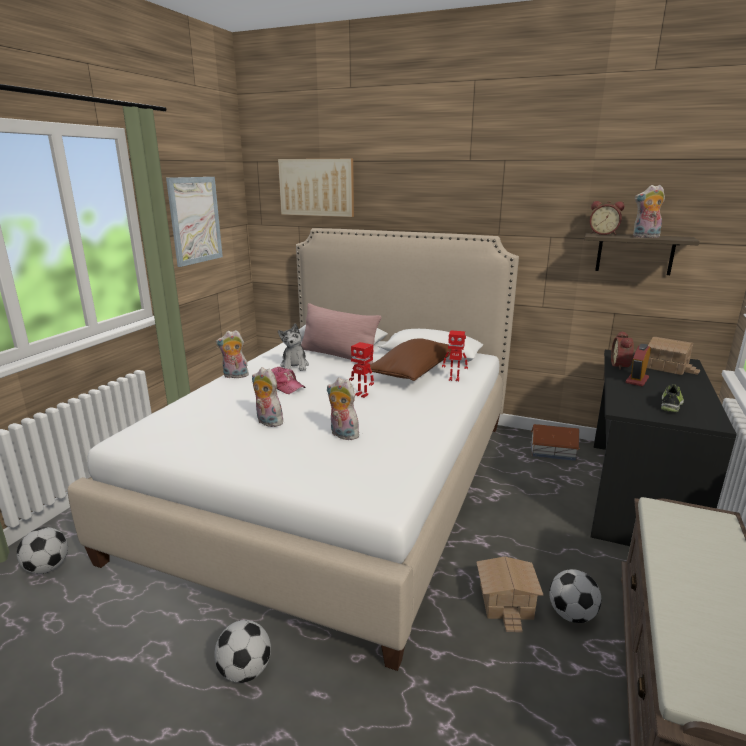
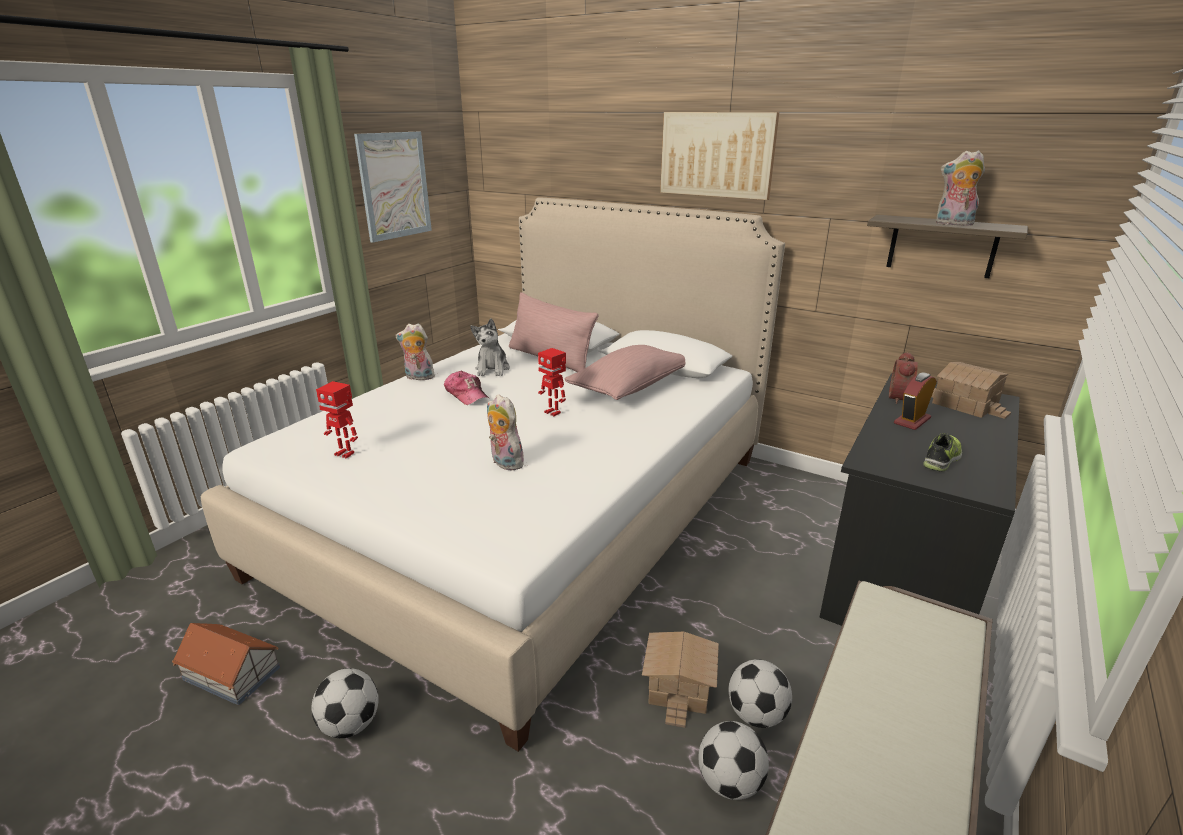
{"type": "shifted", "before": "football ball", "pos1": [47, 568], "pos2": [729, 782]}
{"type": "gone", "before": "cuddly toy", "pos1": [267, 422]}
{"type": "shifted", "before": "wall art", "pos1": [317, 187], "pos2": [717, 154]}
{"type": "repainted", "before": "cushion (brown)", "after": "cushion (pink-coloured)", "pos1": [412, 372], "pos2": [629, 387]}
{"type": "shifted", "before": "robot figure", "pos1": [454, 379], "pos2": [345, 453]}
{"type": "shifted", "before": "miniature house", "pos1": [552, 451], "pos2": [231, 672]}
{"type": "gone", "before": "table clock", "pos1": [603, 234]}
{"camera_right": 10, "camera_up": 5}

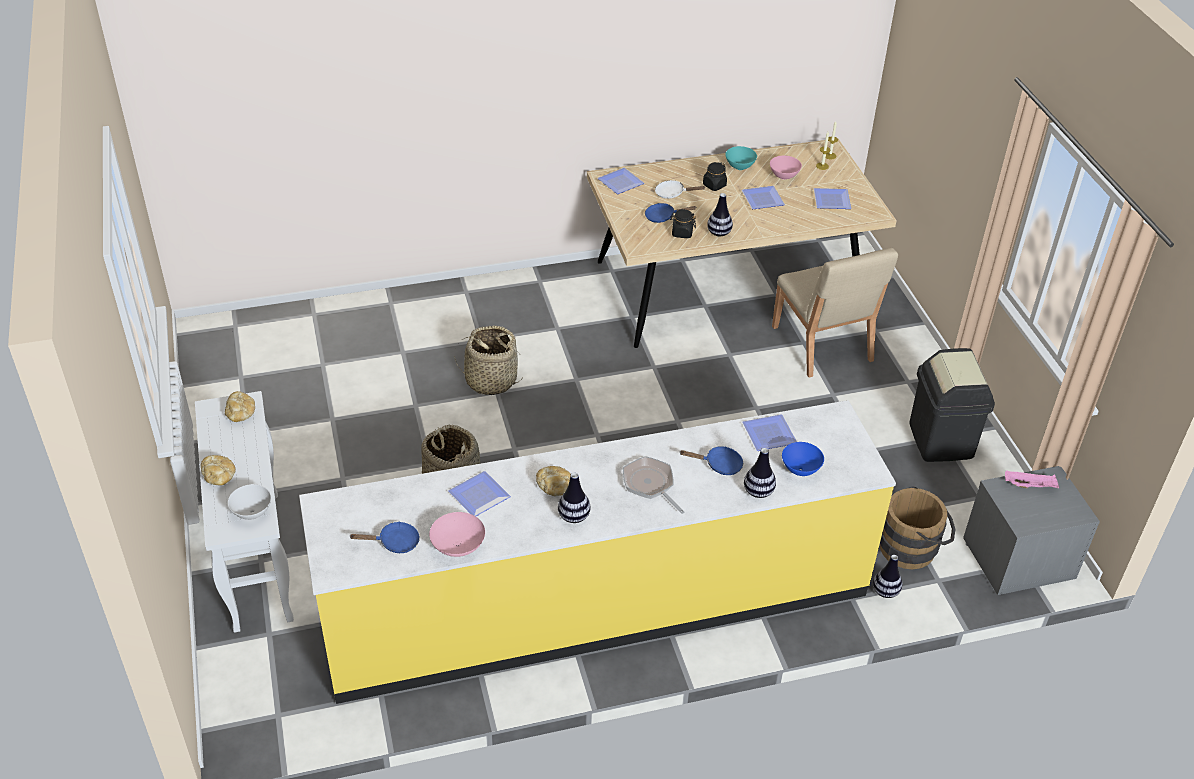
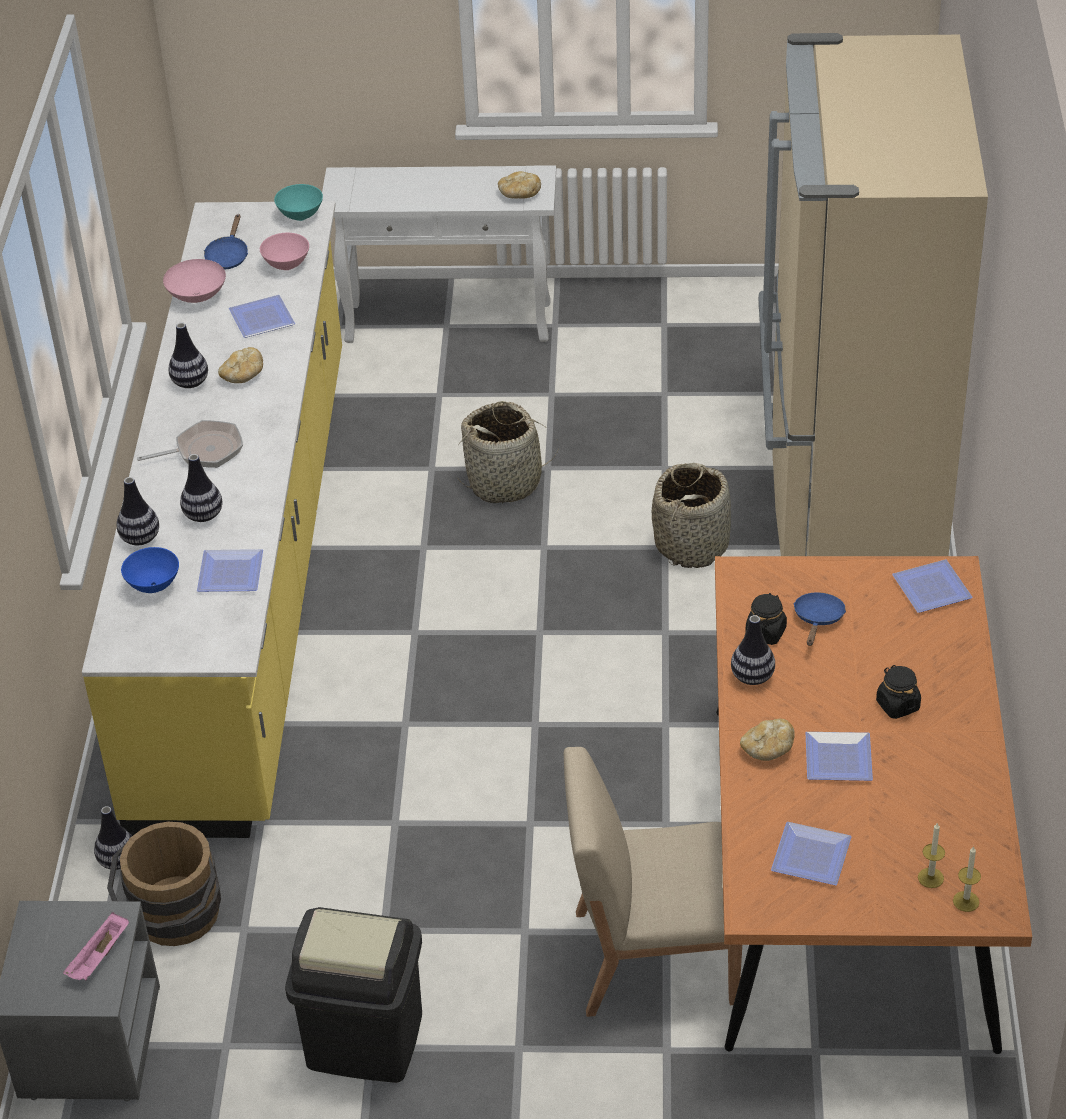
{"type": "shifted", "before": "bakery bread", "pos1": [219, 476], "pos2": [767, 749]}
{"type": "gone", "before": "deep dish (whitish)", "pos1": [252, 513]}
{"type": "repainted", "before": "dinner table (sand-coloured)", "after": "dinner table (orange)", "pos1": [729, 285], "pos2": [850, 872]}
{"type": "gone", "before": "frying pan (whitish)", "pos1": [672, 193]}
{"type": "swapped", "before": "frying pan (blue-coloured)", "after": "flower vase", "pos1": [719, 465], "pos2": [203, 515]}
{"type": "shifted", "before": "deep dish (turquoise)", "pos1": [740, 167], "pos2": [300, 216]}
{"type": "shifted", "before": "deep dish (pink-coloured)", "pos1": [783, 177], "pos2": [286, 265]}
{"type": "new", "after": "fridge (sand-coloured)", "pos2": [847, 494]}
{"camera_right": 110, "camera_up": 0}

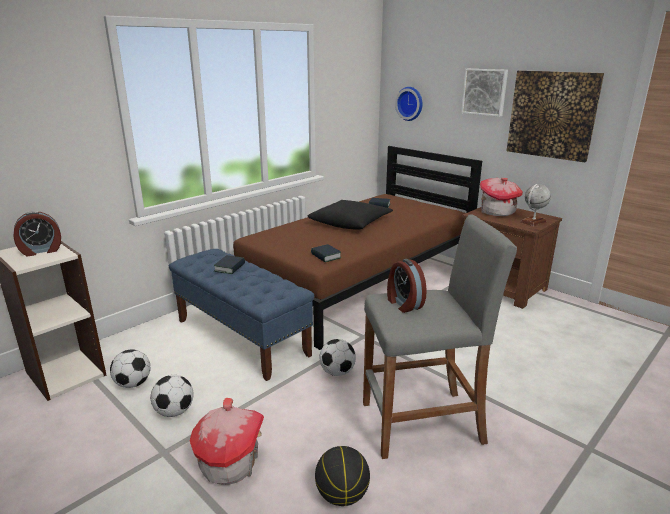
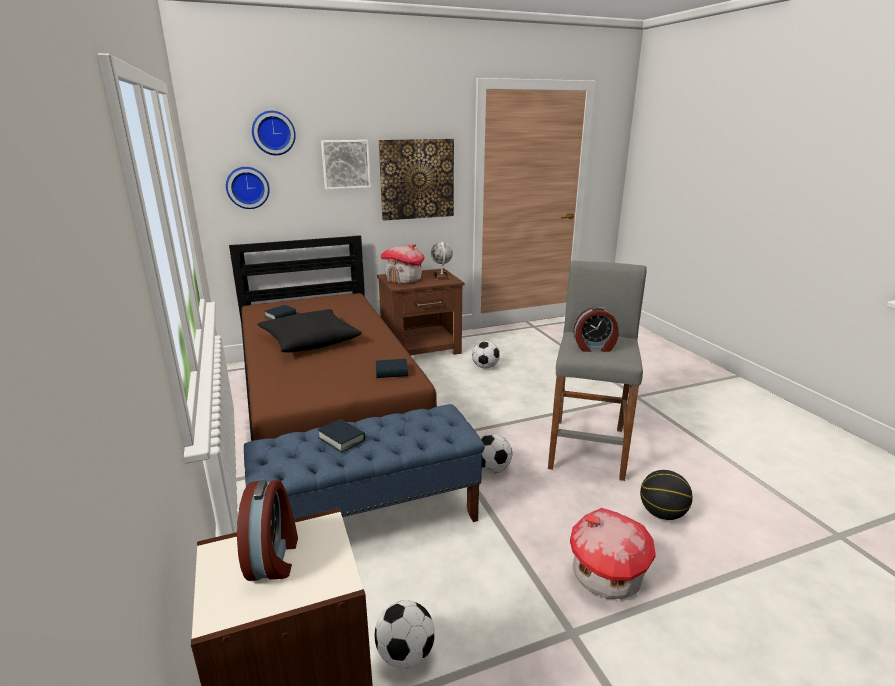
{"type": "shifted", "before": "football ball", "pos1": [175, 411], "pos2": [485, 367]}
{"type": "new", "after": "hanging clock", "pos2": [273, 133]}
{"camera_right": -65, "camera_up": 0}

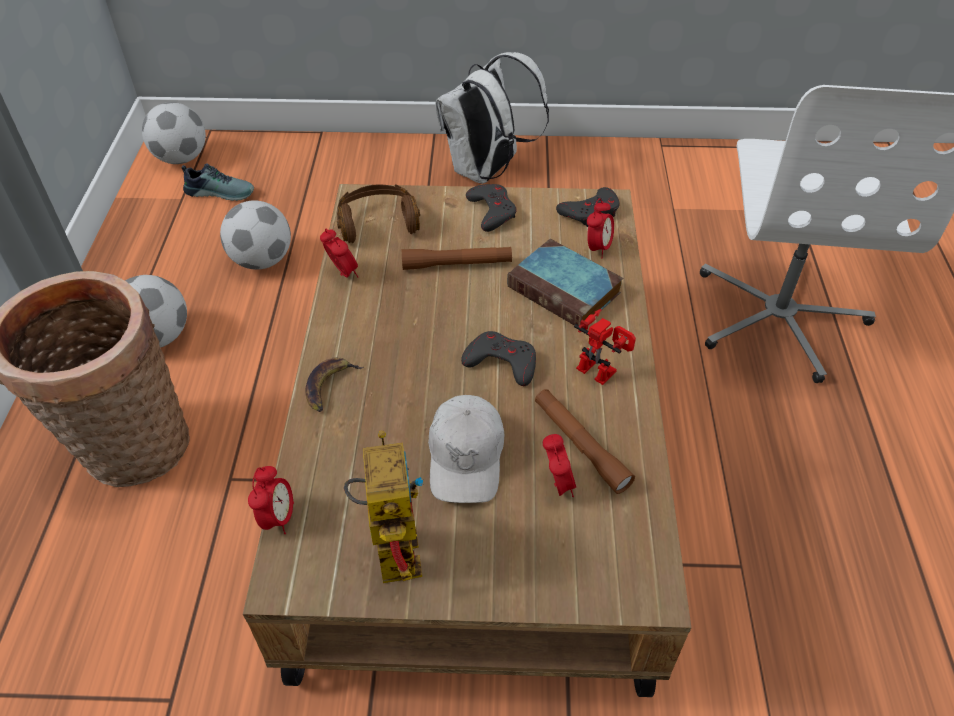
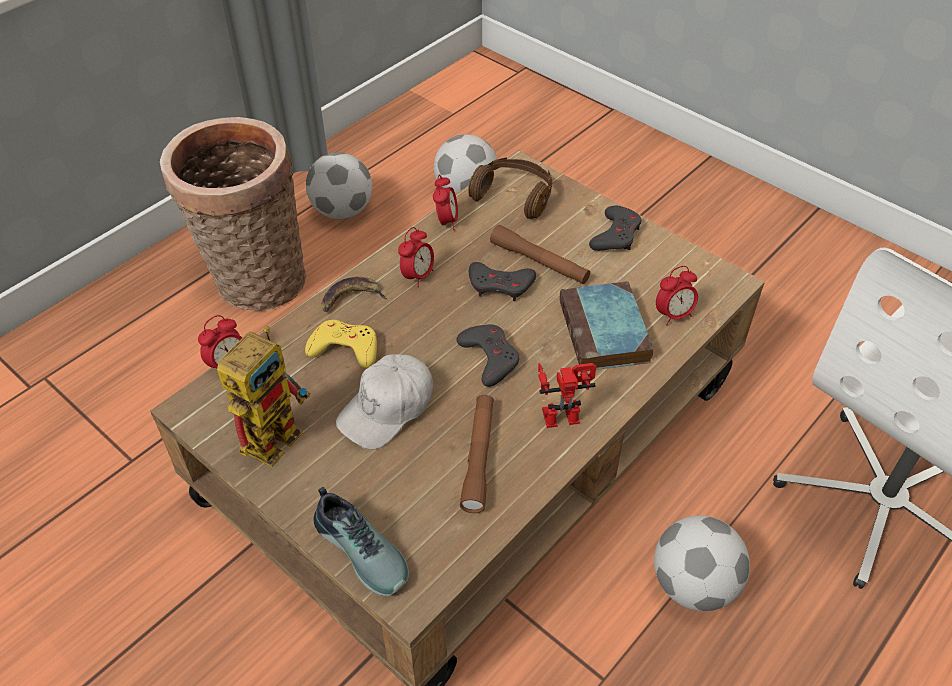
{"type": "shifted", "before": "football ball", "pos1": [181, 158], "pos2": [693, 585]}
{"type": "shifted", "before": "item of footwear", "pos1": [220, 191], "pos2": [364, 549]}
{"type": "gone", "before": "knapsack (whitish)", "pos1": [486, 171]}
{"type": "shifted", "before": "table clock", "pos1": [557, 484], "pos2": [418, 276]}
{"type": "shifted", "before": "joypad (gray)", "pos1": [590, 212], "pos2": [500, 285]}
{"type": "rotated", "before": "robot figure", "pos1": [601, 368], "pos2": [562, 412], "turn": -90}
{"type": "new", "after": "joypad (yellowish)", "pos2": [345, 348]}
{"camera_right": 40, "camera_up": 0}

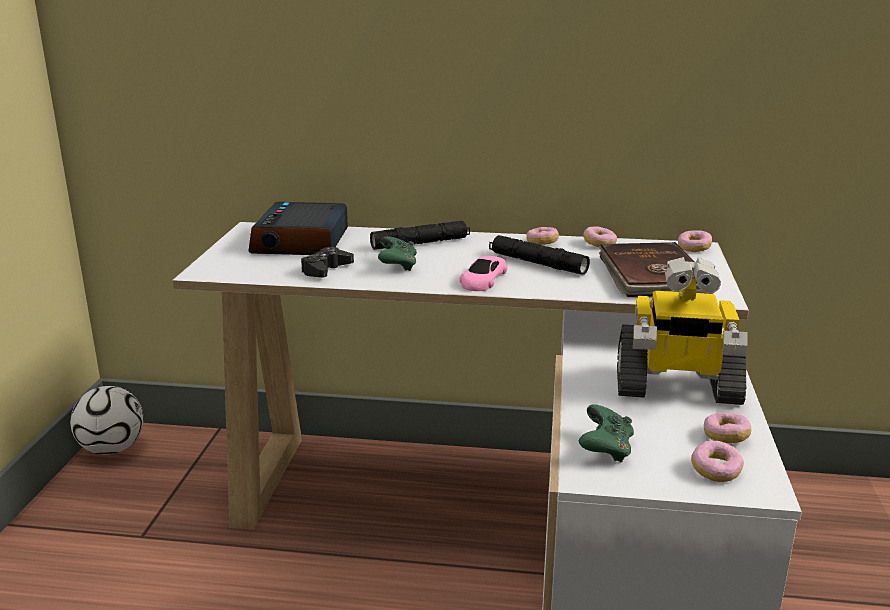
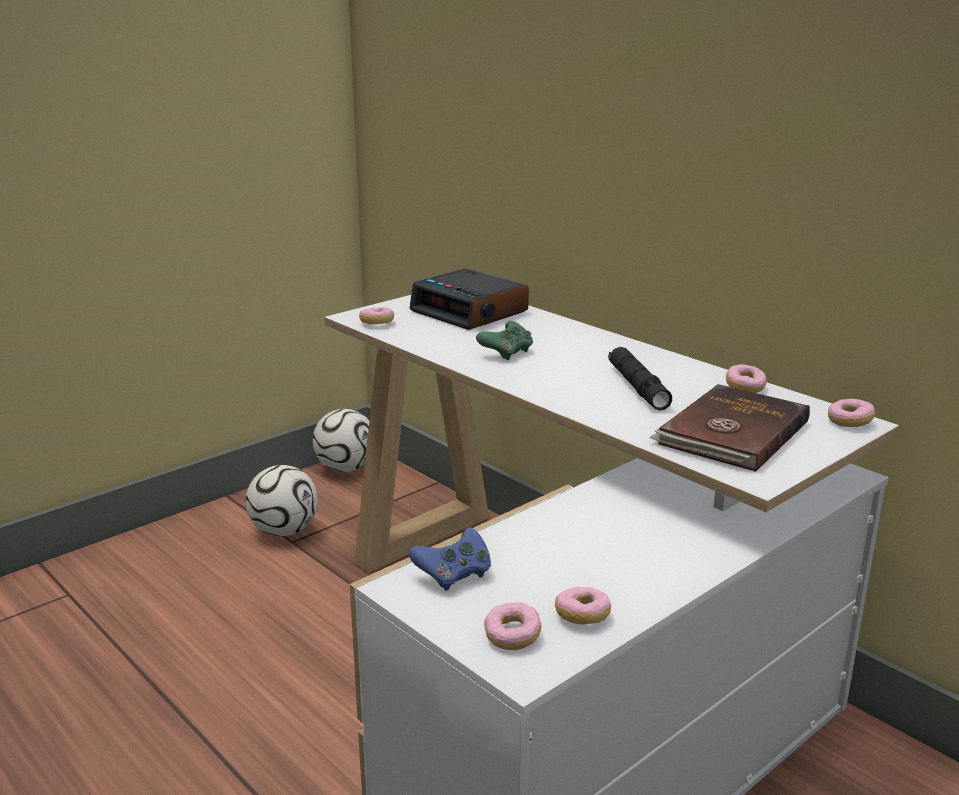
{"type": "rotated", "before": "table clock", "pos1": [301, 242], "pos2": [471, 311], "turn": -90}
{"type": "gone", "before": "joypad (black)", "pos1": [326, 269]}
{"type": "gone", "before": "torch (black)", "pos1": [420, 243]}
{"type": "gone", "before": "miniature car (pink-coloured)", "pos1": [483, 279]}
{"type": "shifted", "before": "ring doughnut", "pos1": [542, 243], "pos2": [377, 323]}
{"type": "repainted", "before": "joypad (green)", "after": "joypad (blue-coloured)", "pos1": [606, 449], "pos2": [453, 575]}
{"type": "gone", "before": "robot figure", "pos1": [676, 388]}
{"type": "new", "after": "football ball", "pos2": [284, 531]}
{"camera_right": 40, "camera_up": 0}

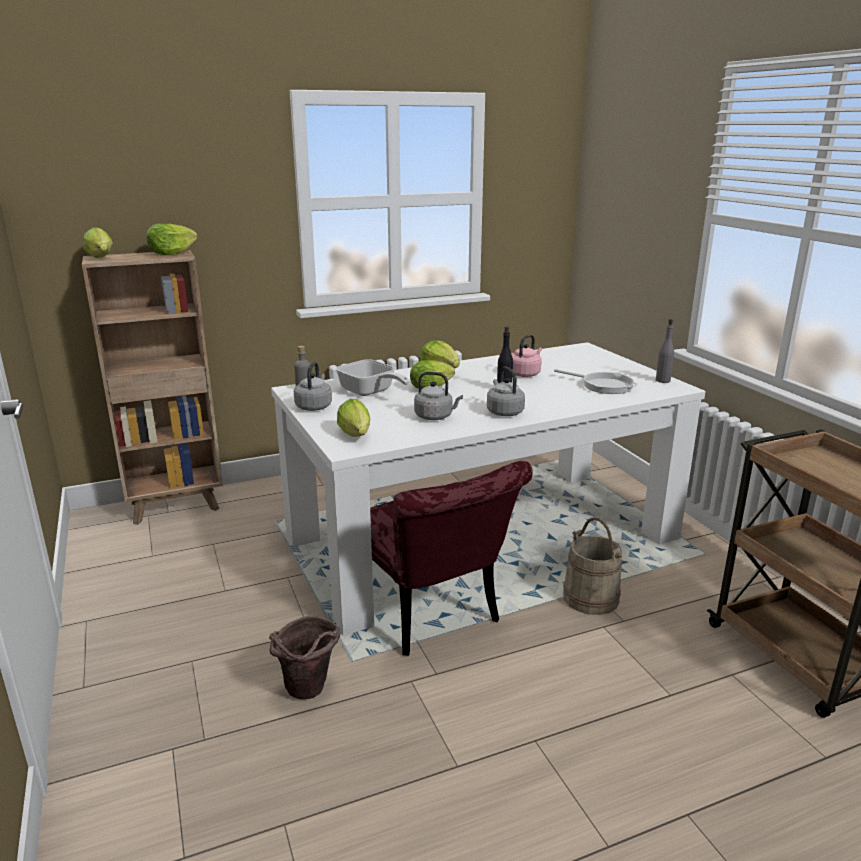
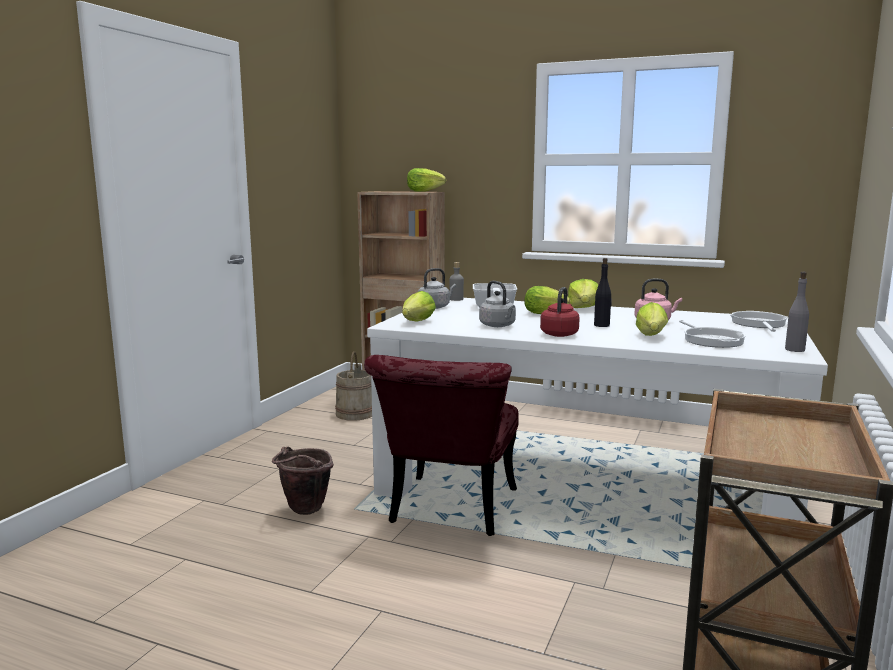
{"type": "shifted", "before": "head of lettuce", "pos1": [102, 258], "pos2": [651, 337]}
{"type": "repainted", "before": "kettle (gray)", "after": "kettle (red)", "pos1": [504, 412], "pos2": [560, 334]}
{"type": "shifted", "before": "pail (sand-coloured)", "pos1": [591, 597], "pos2": [355, 414]}
{"type": "new", "after": "frying pan", "pos2": [758, 324]}
{"camera_right": 45, "camera_up": -10}

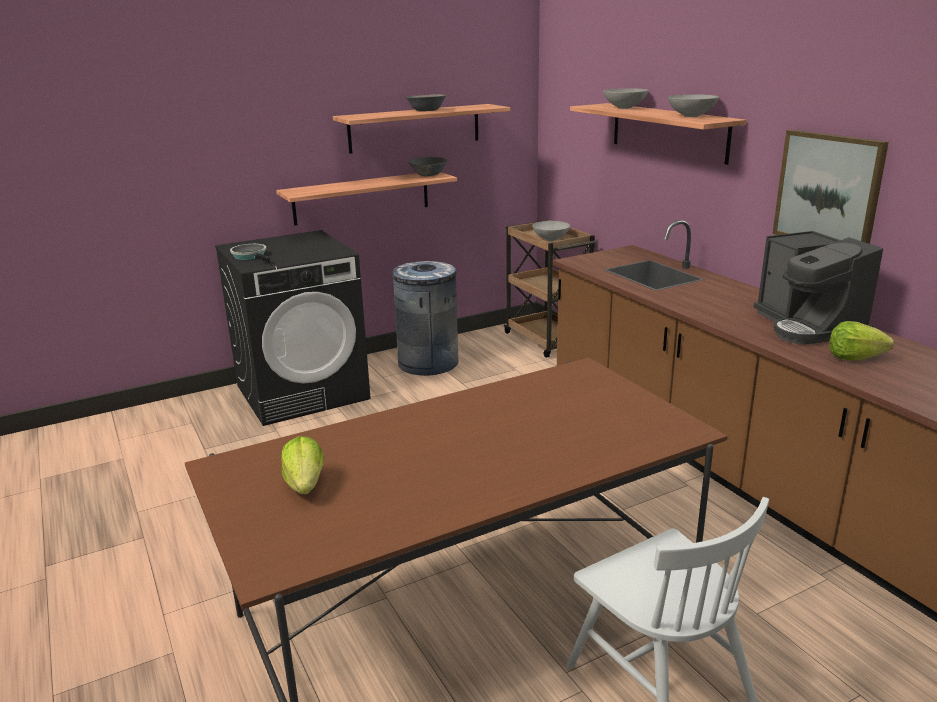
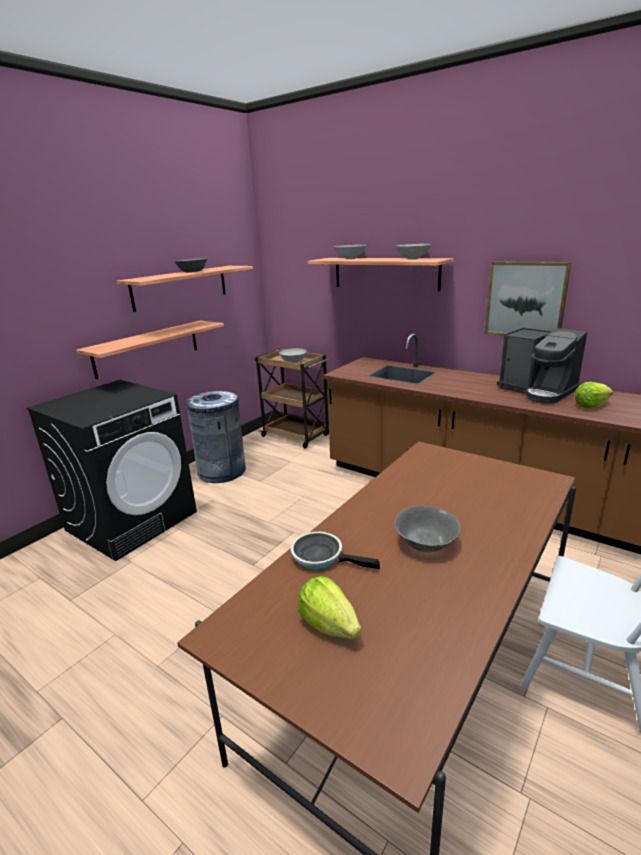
{"type": "shifted", "before": "frying pan", "pos1": [251, 256], "pos2": [322, 557]}
{"type": "shifted", "before": "deep dish (gray)", "pos1": [428, 174], "pos2": [425, 542]}
{"camera_right": -25, "camera_up": 0}

